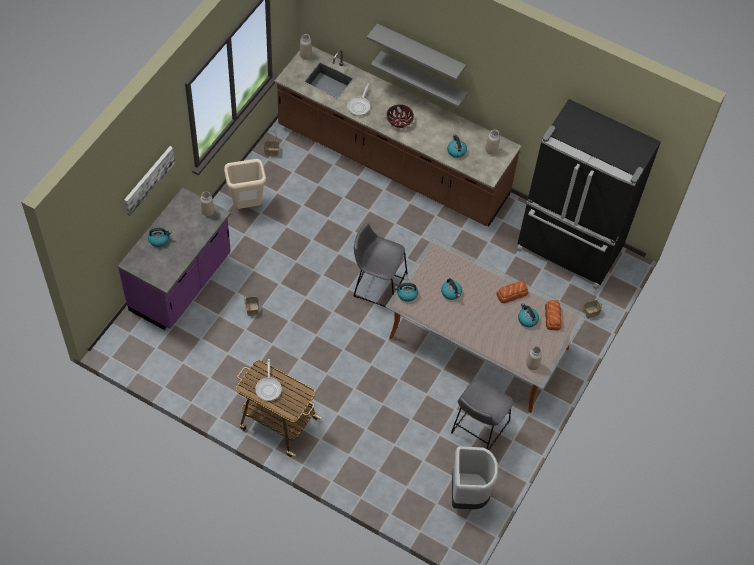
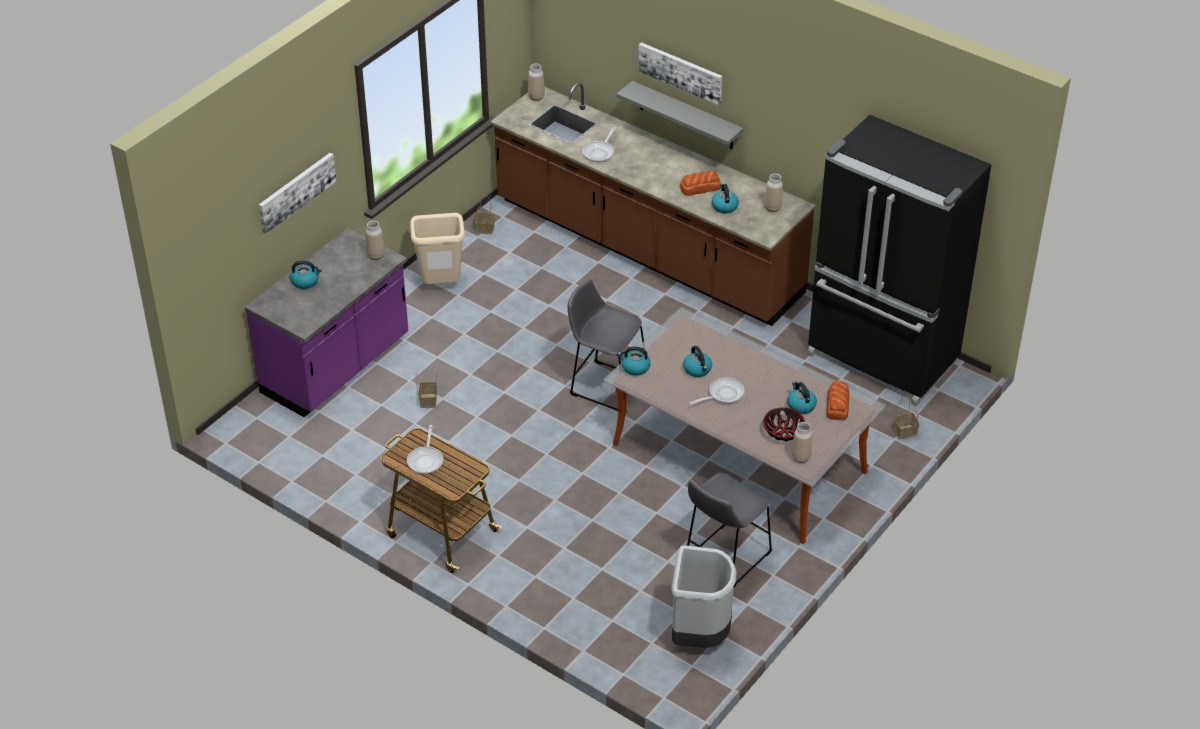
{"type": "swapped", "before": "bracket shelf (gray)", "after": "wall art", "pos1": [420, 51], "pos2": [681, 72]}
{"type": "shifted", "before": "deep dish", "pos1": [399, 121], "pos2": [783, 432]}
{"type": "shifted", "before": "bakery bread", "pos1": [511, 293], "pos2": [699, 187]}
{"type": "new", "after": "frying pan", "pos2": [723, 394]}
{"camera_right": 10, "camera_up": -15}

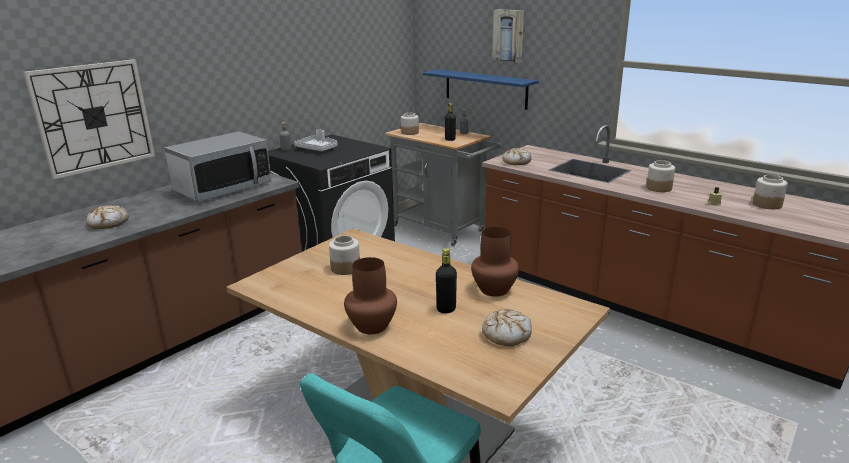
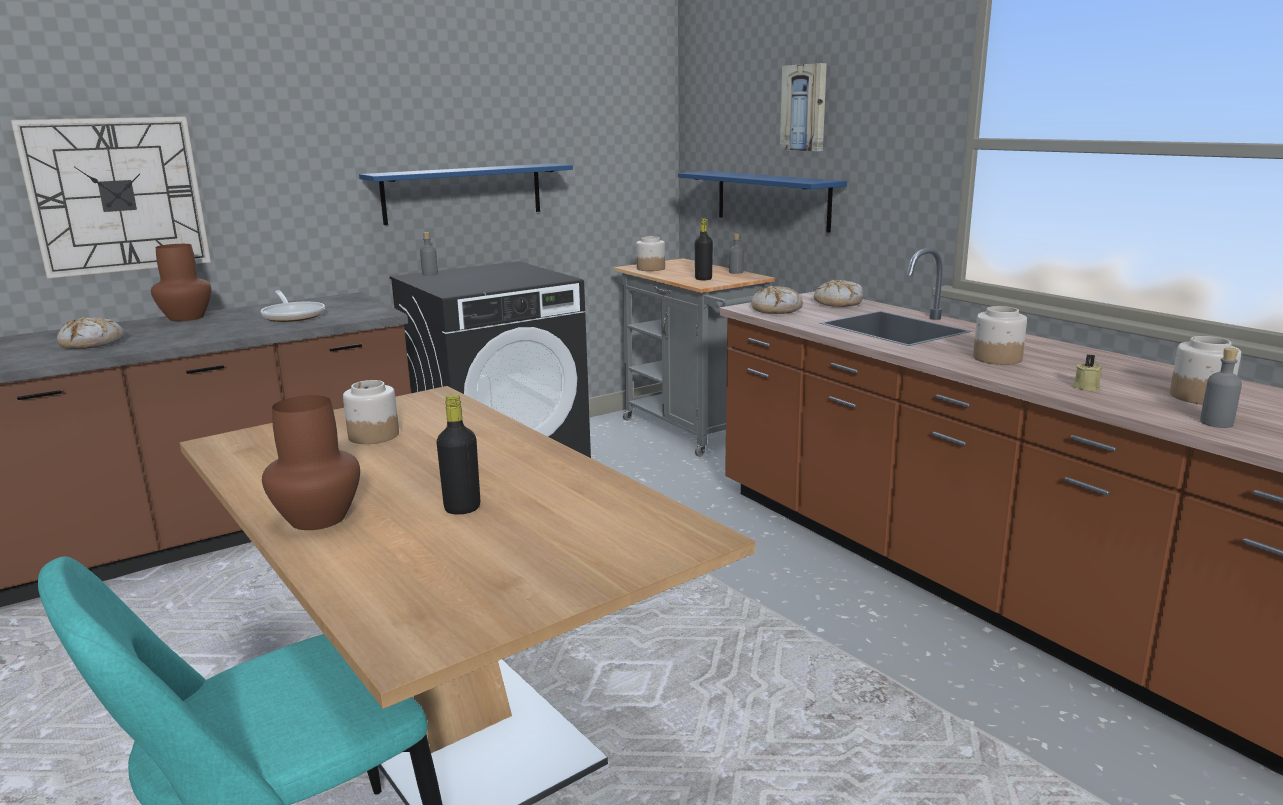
{"type": "swapped", "before": "kitchen microwave", "after": "frying pan", "pos1": [223, 188], "pos2": [293, 315]}
{"type": "gone", "before": "carrying tray (gray)", "pos1": [318, 149]}
{"type": "shifted", "before": "flower vase (brown)", "pos1": [493, 290], "pos2": [185, 317]}
{"type": "shifted", "before": "bakery bread", "pos1": [506, 334], "pos2": [838, 303]}
{"type": "new", "after": "bracket shelf (blue-coloured)", "pos2": [463, 193]}
{"type": "new", "after": "drink bottle (gray)", "pos2": [1216, 423]}
{"camera_right": 15, "camera_up": -5}

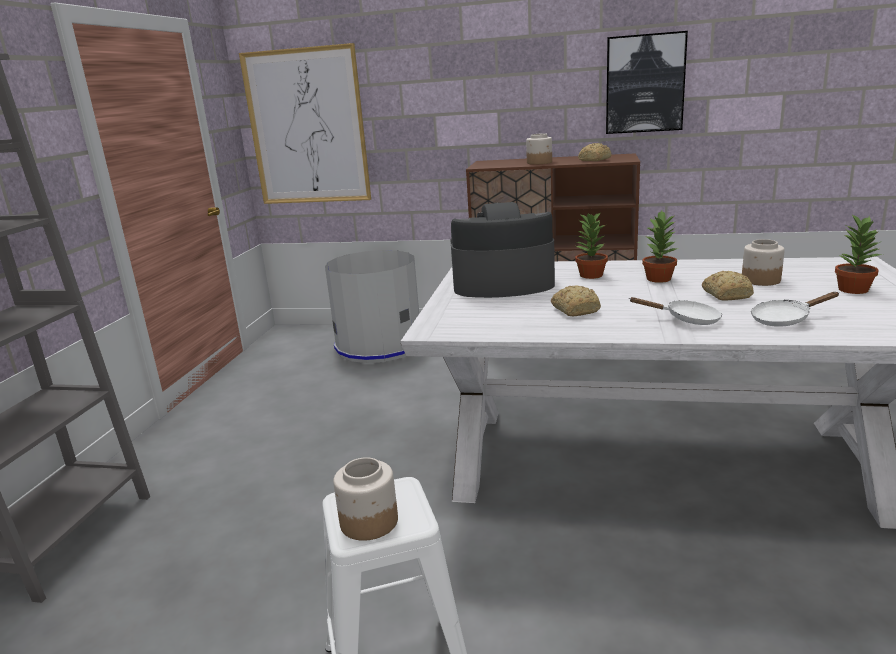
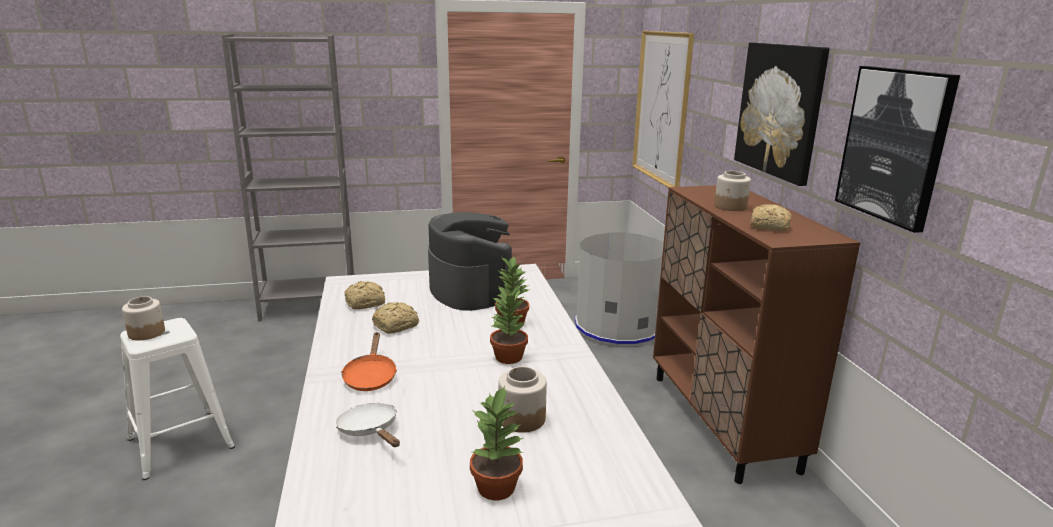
{"type": "repainted", "before": "frying pan (whitish)", "after": "frying pan (orange)", "pos1": [686, 319], "pos2": [370, 376]}
{"type": "shifted", "before": "bakery bread", "pos1": [727, 295], "pos2": [366, 303]}
{"type": "new", "after": "wall art", "pos2": [780, 110]}
{"camera_right": 65, "camera_up": 0}

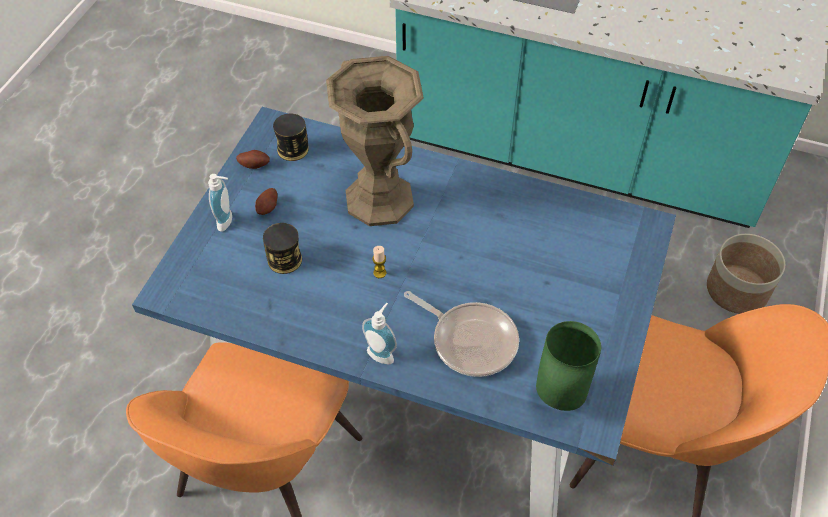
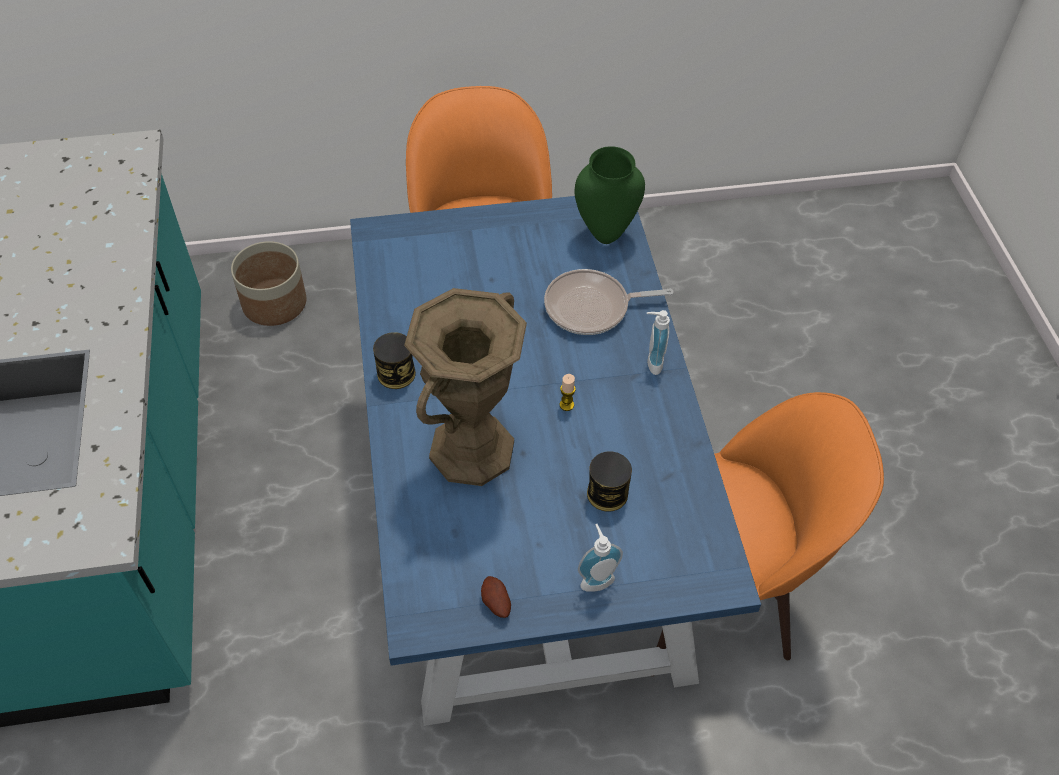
{"type": "gone", "before": "spud", "pos1": [268, 208]}
{"type": "shifted", "before": "can", "pos1": [293, 149], "pos2": [396, 373]}
{"type": "rotated", "before": "frying pan", "pos1": [470, 340], "pos2": [592, 308], "turn": -105}
{"camera_right": -120, "camera_up": 0}

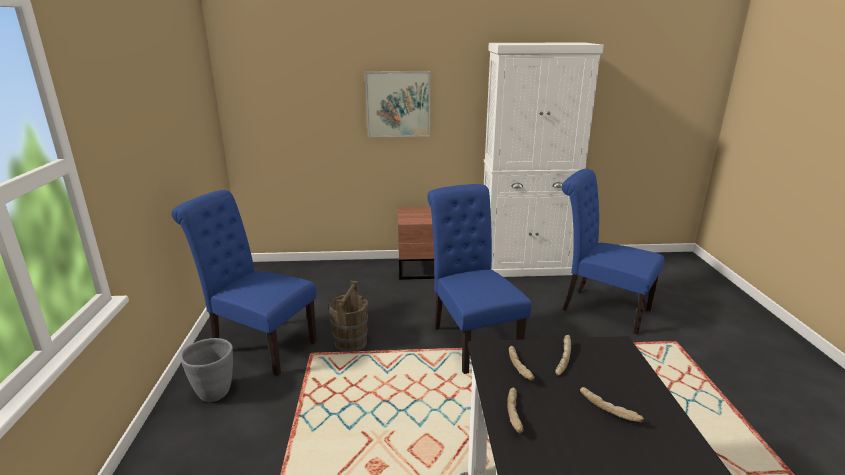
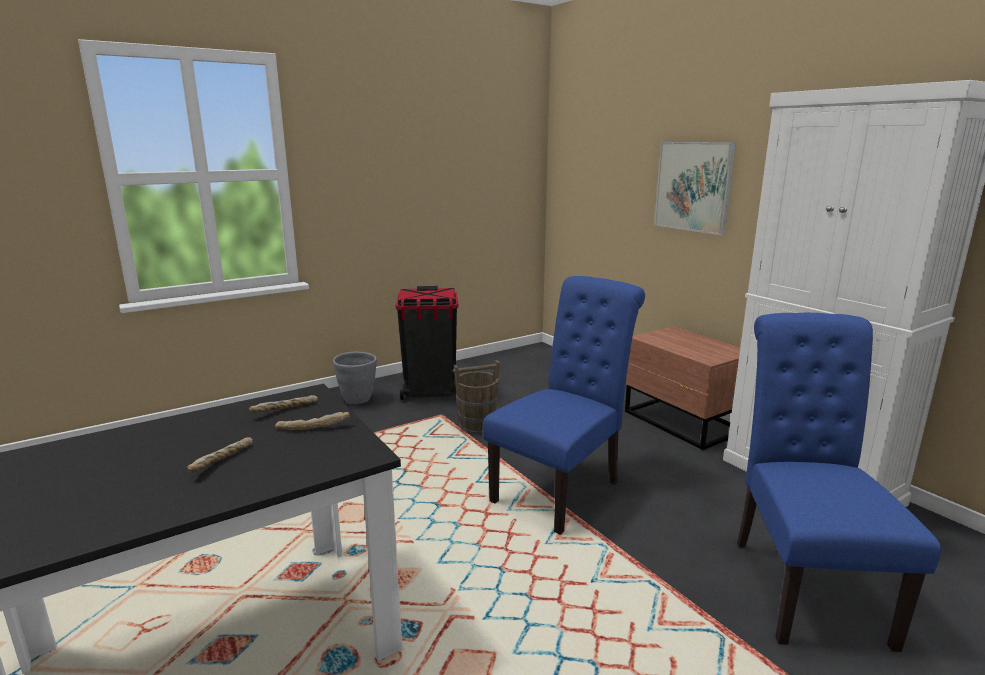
{"type": "swapped", "before": "chair (blue-coloured)", "after": "trash can (black)", "pos1": [259, 345], "pos2": [430, 392]}
{"type": "gone", "before": "bakery bread", "pos1": [515, 415]}
{"camera_right": 60, "camera_up": -5}

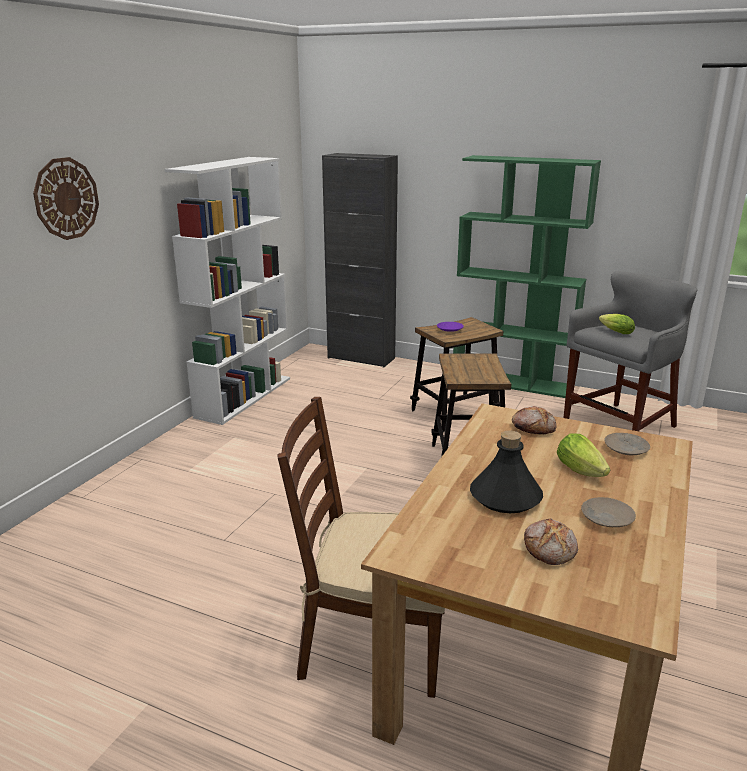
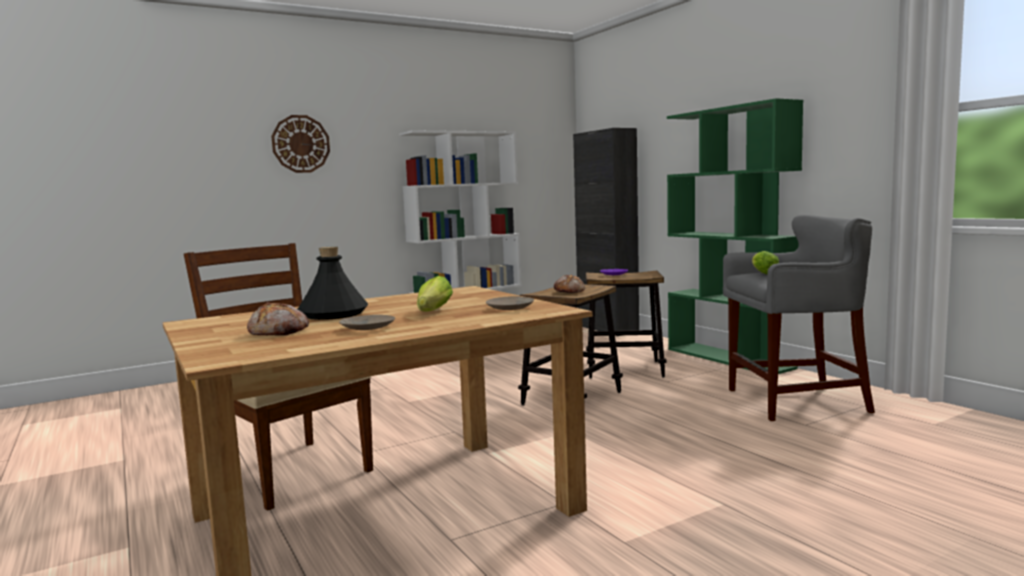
{"type": "shifted", "before": "bakery bread", "pos1": [533, 427], "pos2": [570, 291]}
{"camera_right": 35, "camera_up": -15}

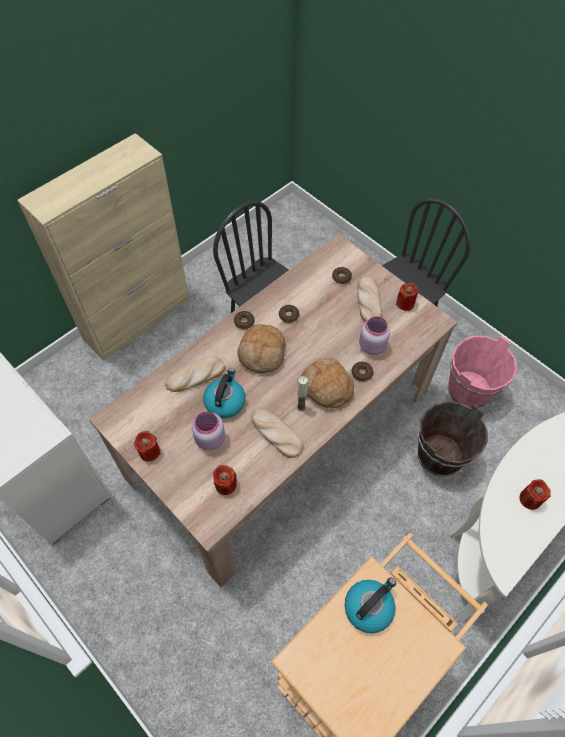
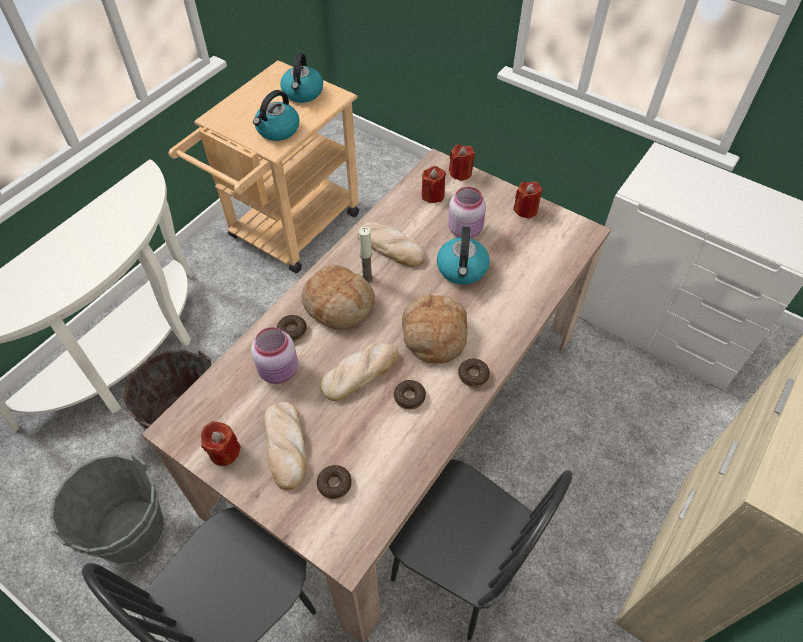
{"type": "shifted", "before": "bakery bread", "pos1": [195, 376], "pos2": [360, 372]}
{"type": "repainted", "before": "pail (pink-coloured)", "after": "pail (gray)", "pos1": [469, 390], "pos2": [132, 531]}
{"type": "shifted", "before": "candle (red)", "pos1": [530, 499], "pos2": [460, 173]}
{"type": "new", "after": "kettle", "pos2": [303, 93]}
{"camera_right": 170, "camera_up": -5}

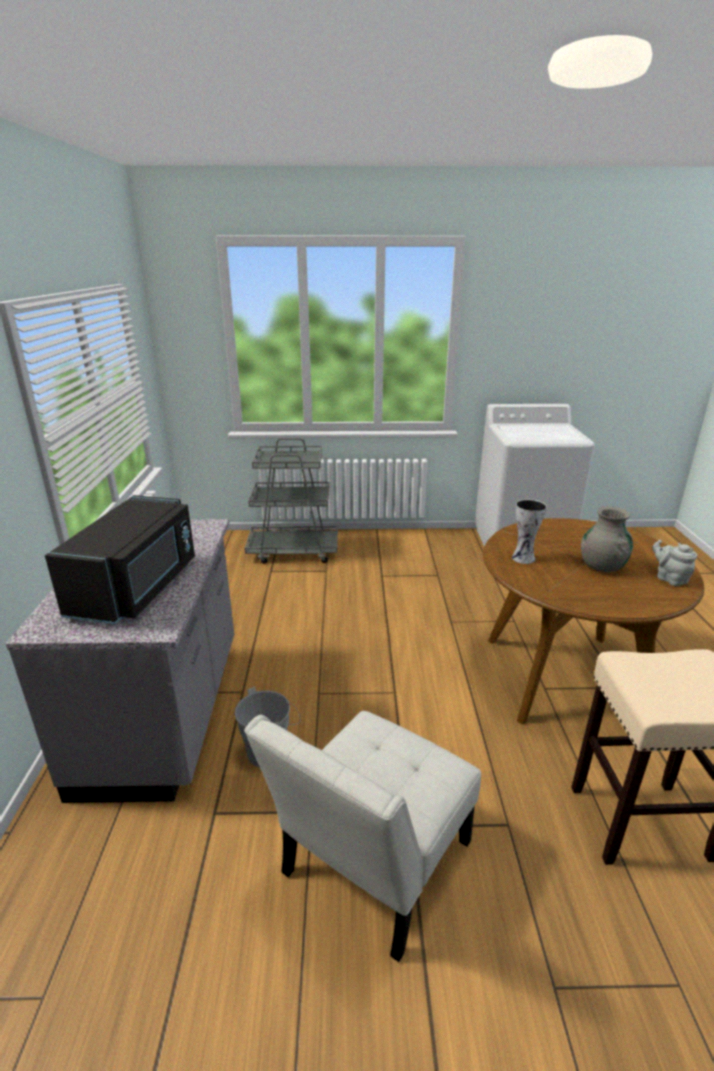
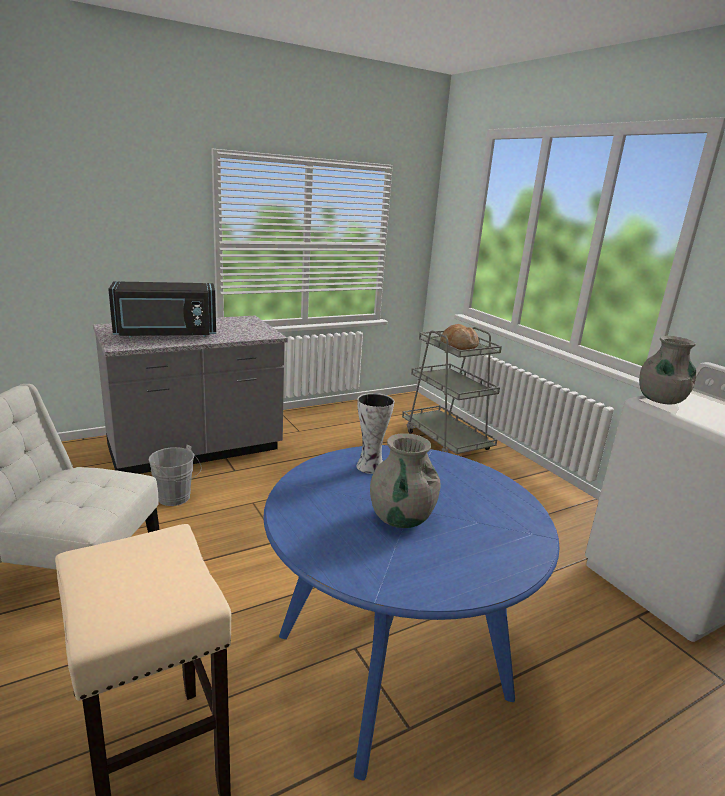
{"type": "repainted", "before": "dinner table (brown)", "after": "dinner table (blue-coloured)", "pos1": [564, 676], "pos2": [391, 664]}
{"type": "gone", "before": "teapot (gray)", "pos1": [669, 578]}
{"type": "new", "after": "bakery bread", "pos2": [459, 345]}
{"type": "new", "after": "flower vase (gray)", "pos2": [660, 400]}
{"camera_right": 60, "camera_up": -5}

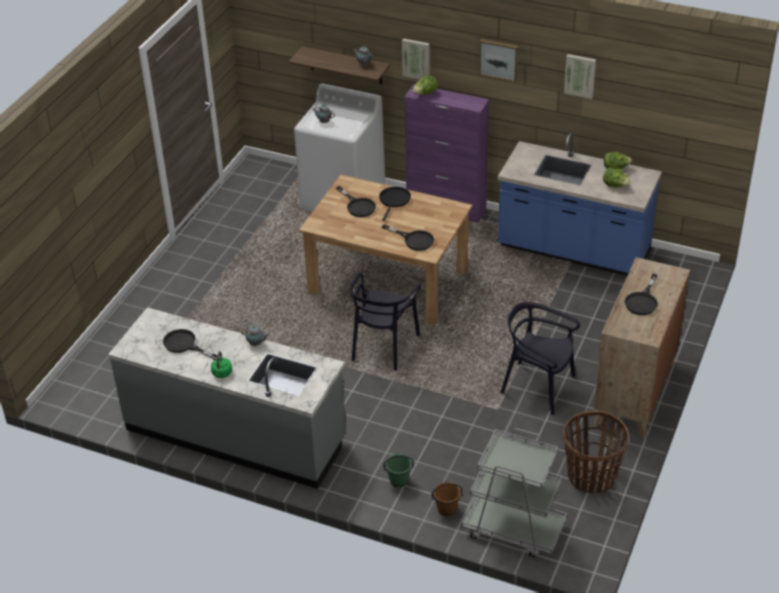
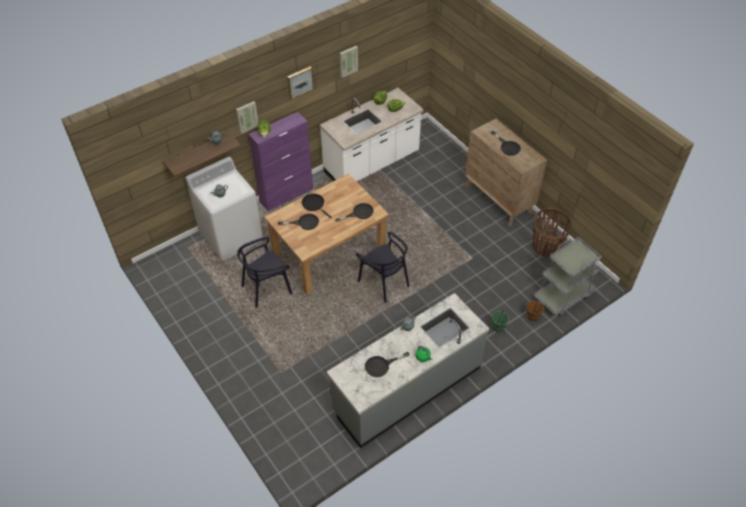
{"type": "repainted", "before": "kitchen base unit (blue-coloured)", "after": "kitchen base unit (whitish)", "pos1": [573, 251], "pos2": [372, 163]}
{"type": "shifted", "before": "chair (black)", "pos1": [538, 387], "pos2": [266, 288]}
{"camera_right": -60, "camera_up": 10}

